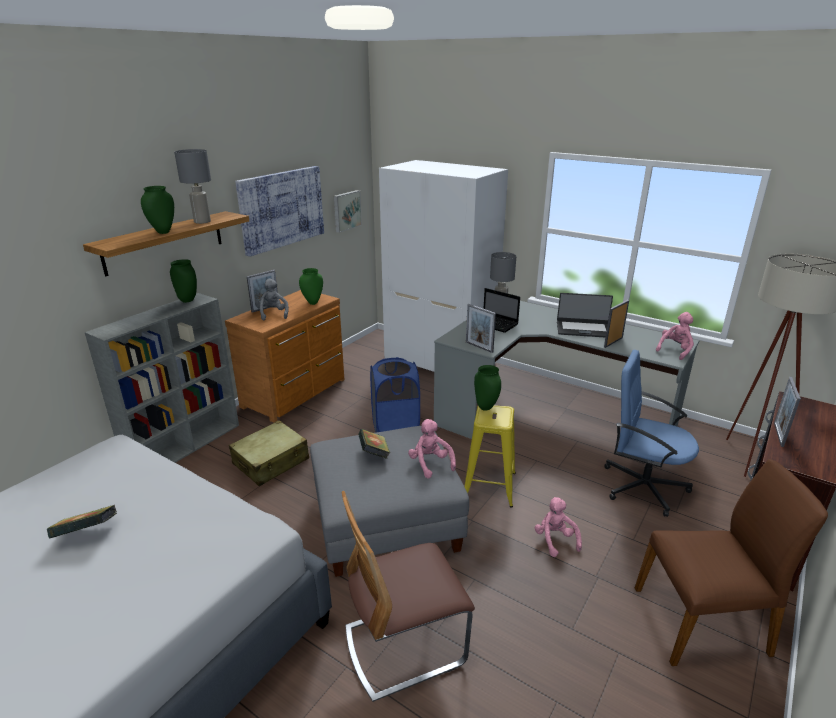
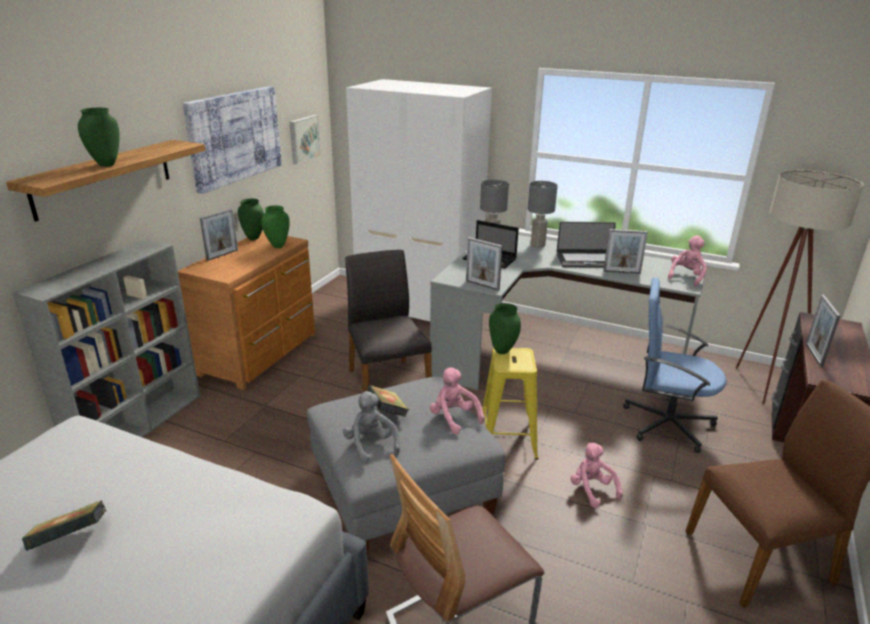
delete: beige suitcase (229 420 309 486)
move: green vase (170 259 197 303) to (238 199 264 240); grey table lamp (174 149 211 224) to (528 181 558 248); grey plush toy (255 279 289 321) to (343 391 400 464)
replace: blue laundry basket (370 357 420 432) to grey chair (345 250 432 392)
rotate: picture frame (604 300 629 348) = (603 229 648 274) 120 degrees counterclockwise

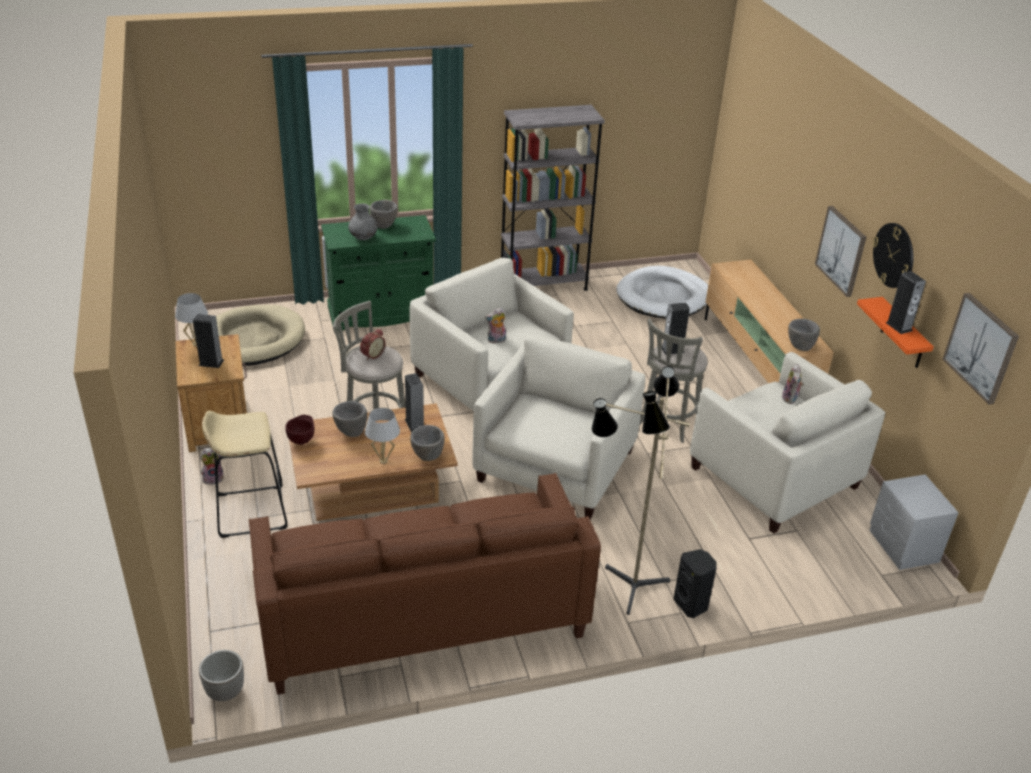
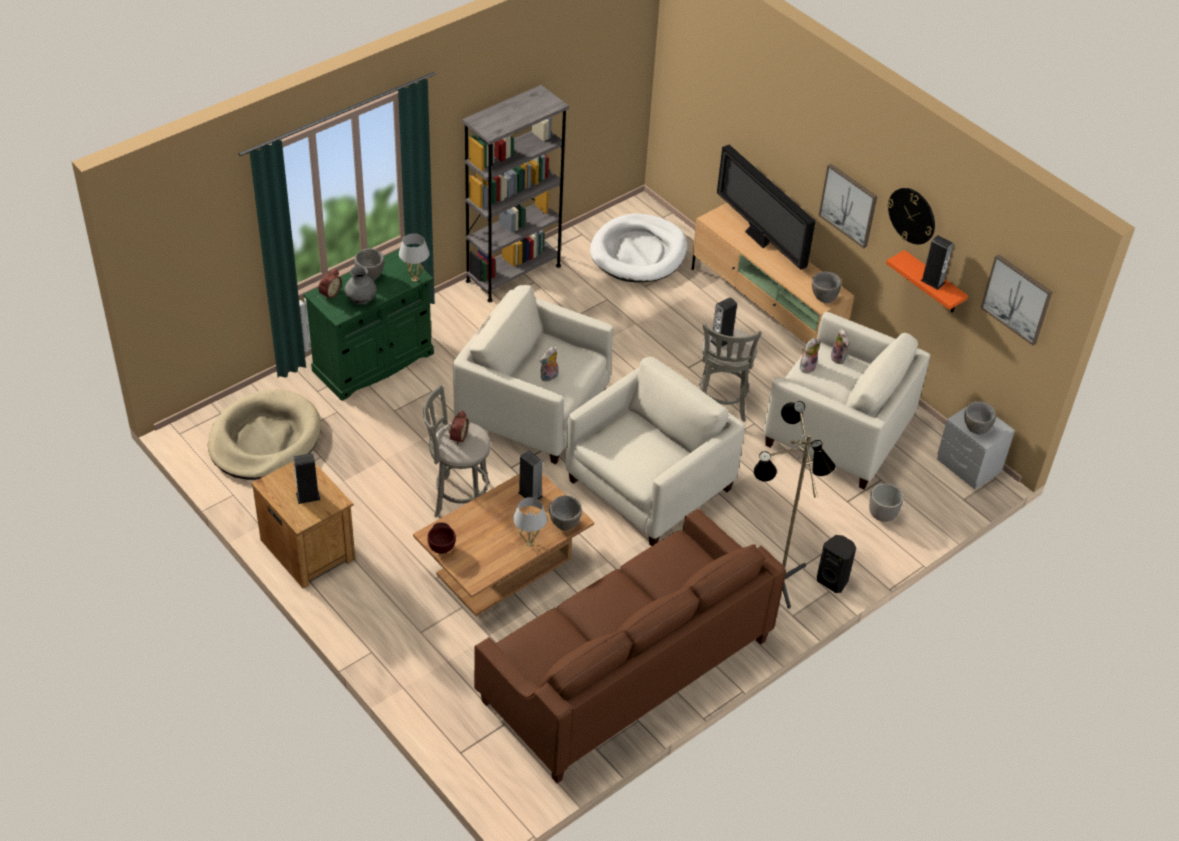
delete: beige stool (202 411 288 538)
insert: alarm clock (319 269 342 300); television (717 145 816 270)
move: white table lamp (175 293 208 346) to (399 233 429 282); planter (199 650 244 701) to (869 483 904 522); plush toy (200 447 224 485) to (800 338 821 373); grey bowl (332 401 367 437) to (964 401 996 435)
rotate: beige armchair (472 334 645 519) = (566 357 745 546) 45 degrees clockwise

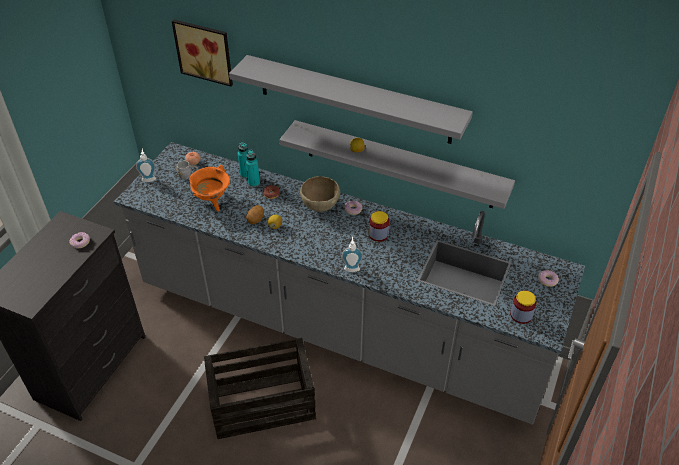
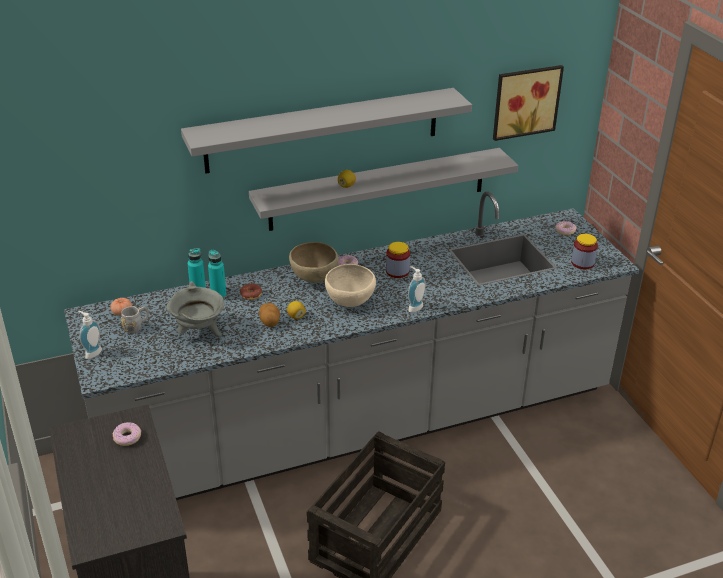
insert: beige bowl (325 264 376 307)
move: picture (172 19 233 87) to (493 65 564 141)
recolor: orange cooking pot (189 165 230 212) to grey cooking pot (167 281 224 337)

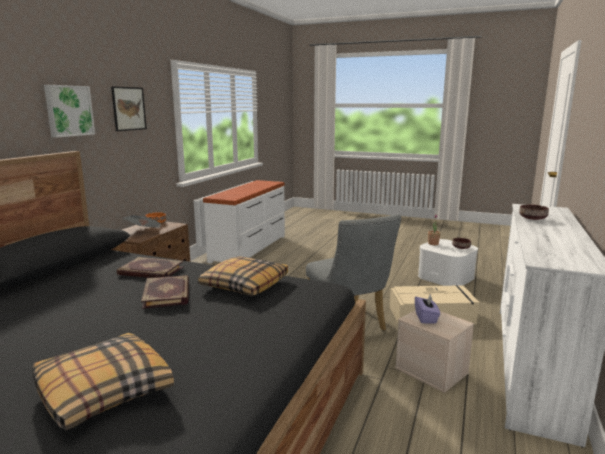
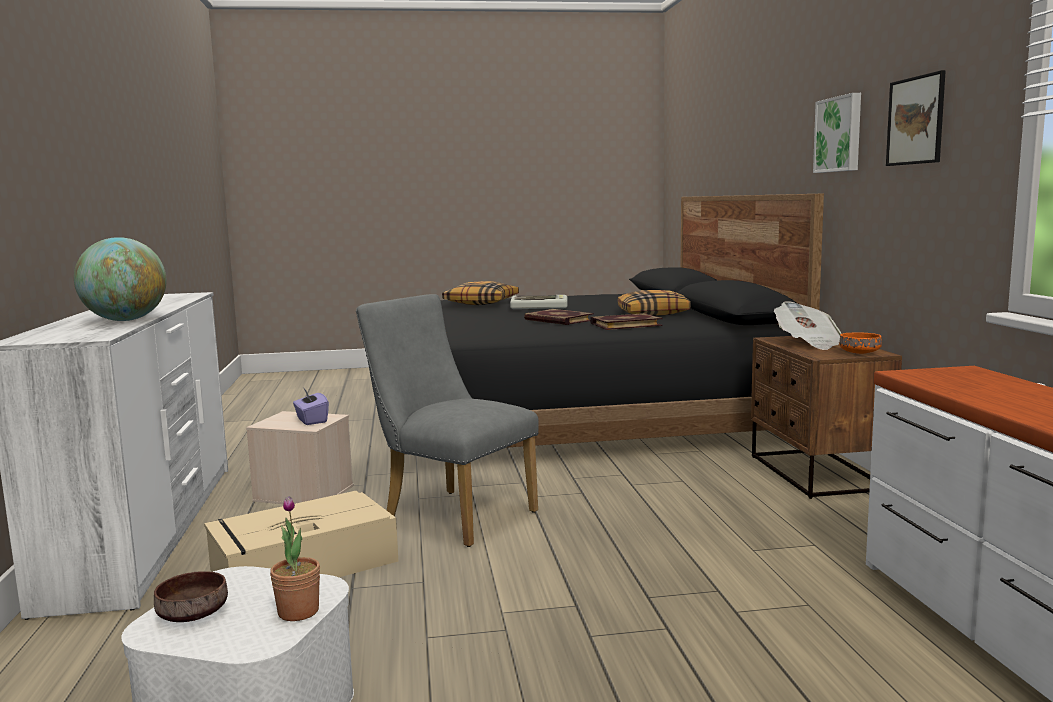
insert: keyboard (510 295 568 309)
move: pillow (198 256 288 296) to (617 290 691 316)
replace: brown bowl (519 205 549 220) to globe (74 237 167 321)

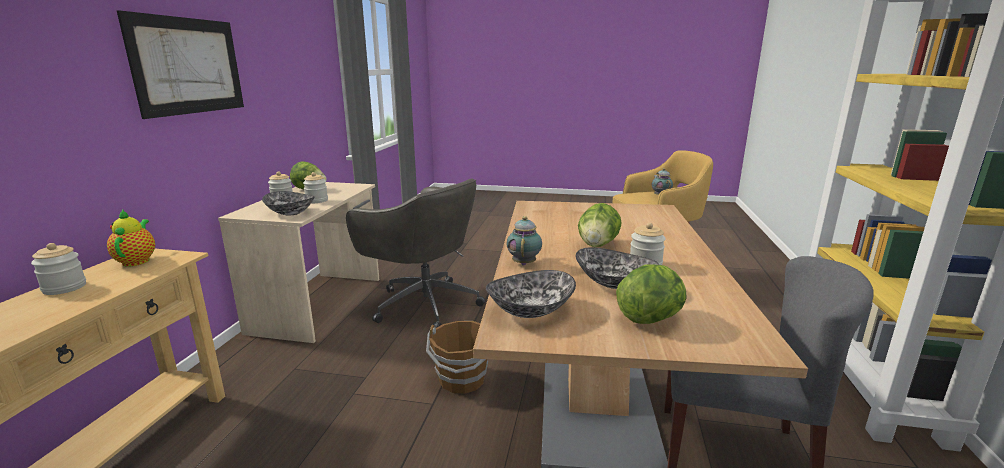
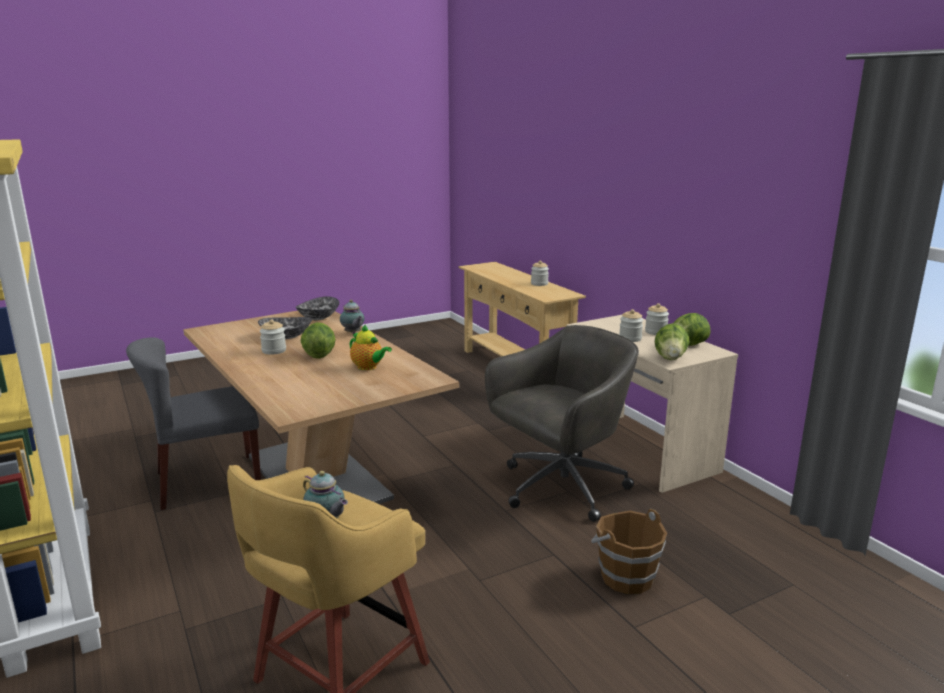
delete: picture (117 10 244 119); bowl (262 191 314 215)
move: teapot (107 210 155 267) to (350 324 392 370); brown bucket (426 321 488 394) to (591 509 667 594); lettuce (616 264 686 324) to (655 323 690 360)
rotate: grey office chair (346 178 485 328) = (485 325 639 522) 150 degrees clockwise

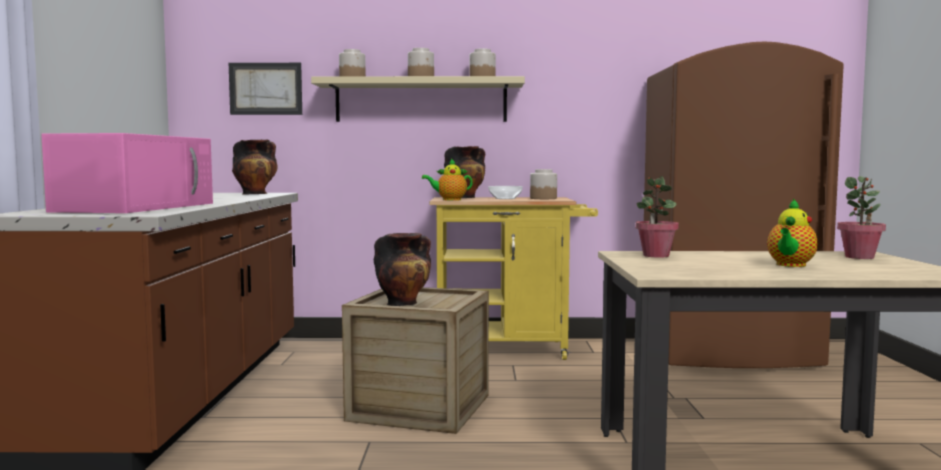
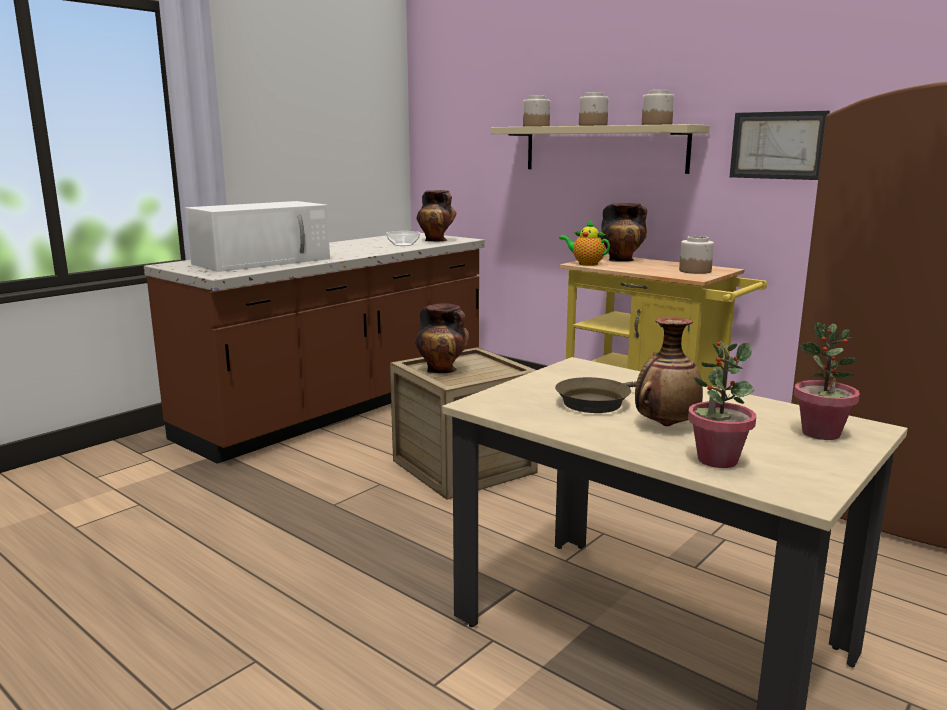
insert: brown frying pan (555 377 637 413)
move: picture (229 63 302 115) to (730 111 830 180); bowl (488 186 523 199) to (386 231 420 246); potted plant (636 176 679 258) to (688 341 756 468)
replace: teapot (767 198 818 267) to vase (635 317 703 426)
recolor: pink microwave (41 133 213 213) to white microwave (185 201 330 272)

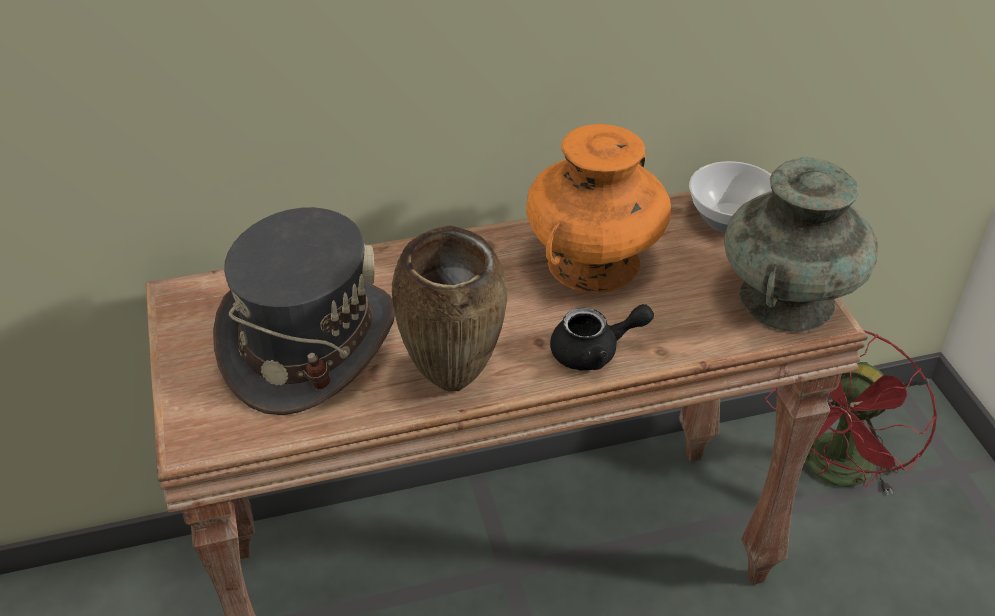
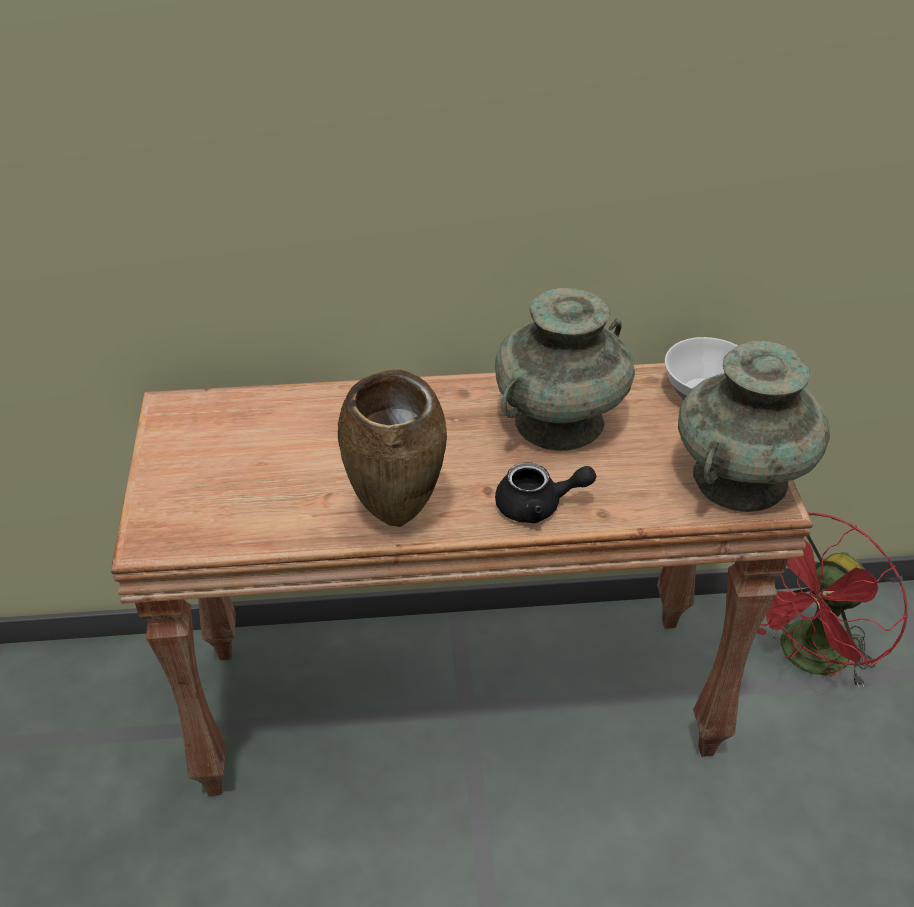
delete: grey hat (213 207 395 415)
recolor: orange vase (526 124 671 293) to turquoise vase (495 288 635 451)

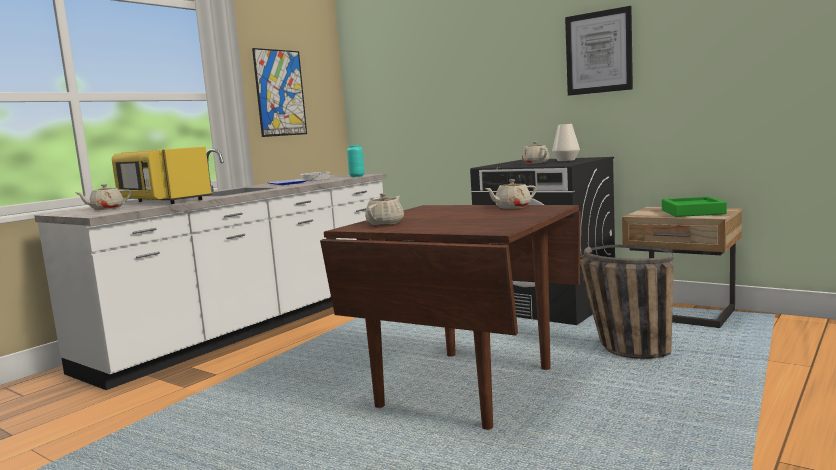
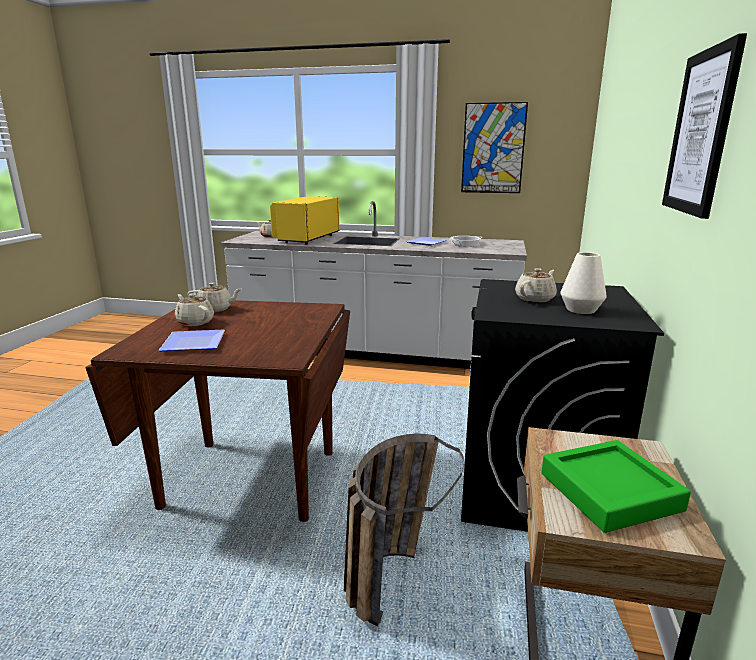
delete: turquoise vase (347 145 365 177)
insert: plate (158 330 225 351)
move: beige teapot (484 179 537 209) to (175 294 214 326)

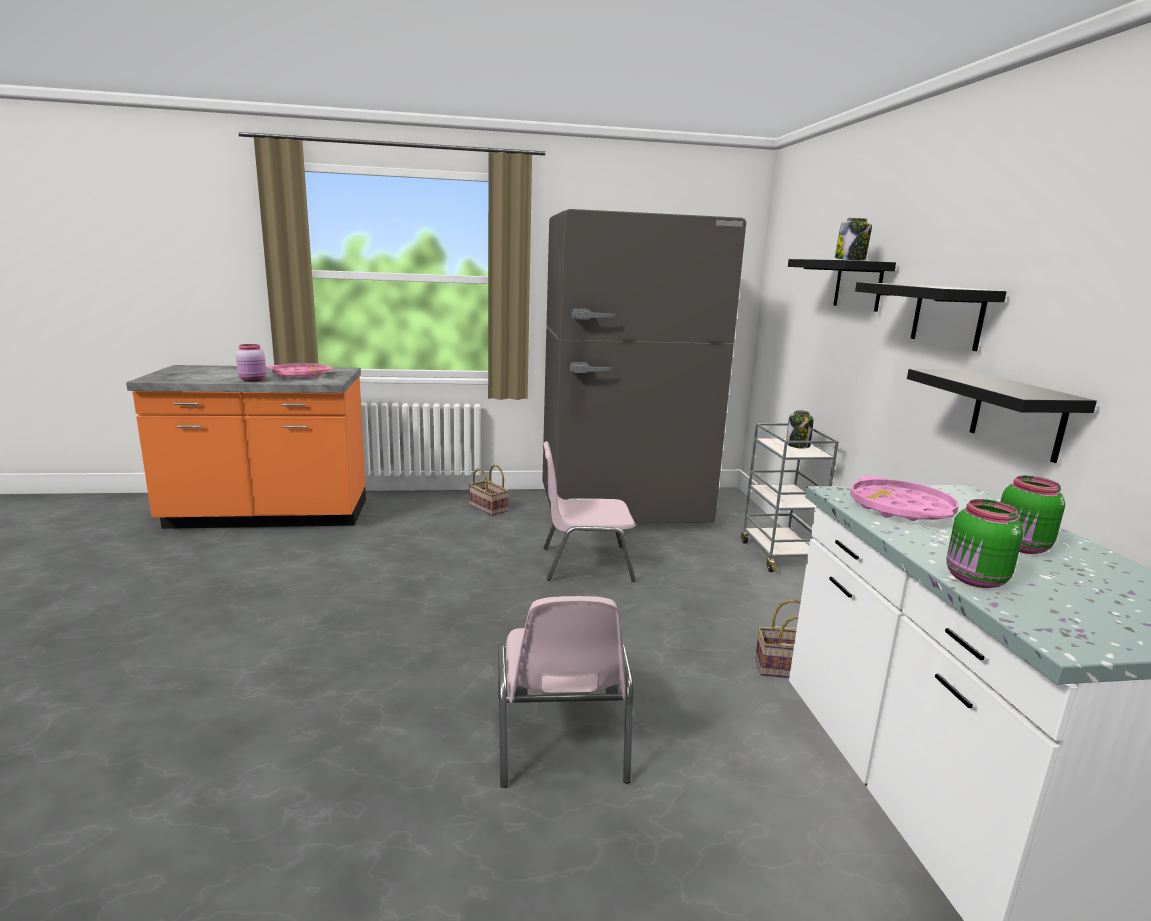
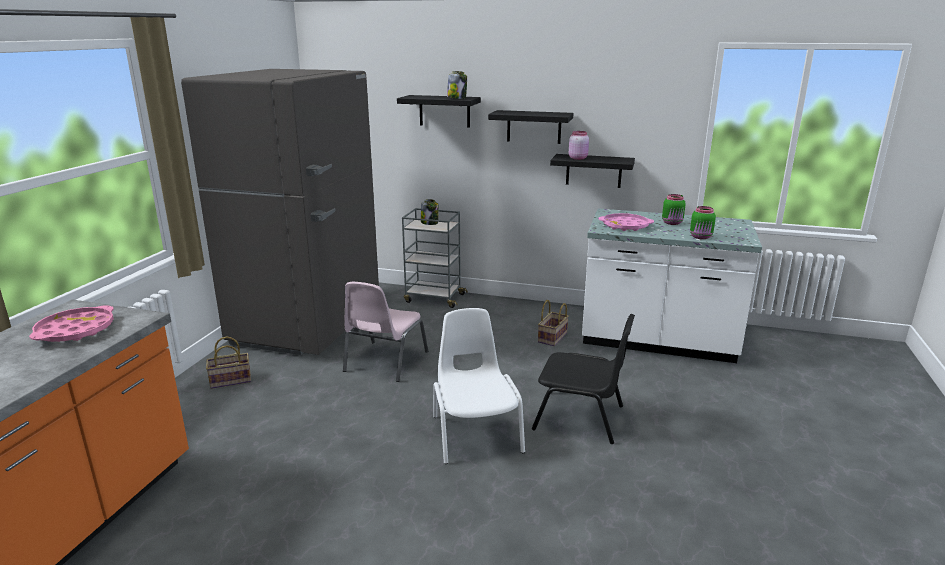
insert: white chair (433 308 525 464)
move: pink jar (236 344 266 382) to (569 131 589 160)
recolor: pink chair (498 596 633 788) to black chair (532 314 635 444)

